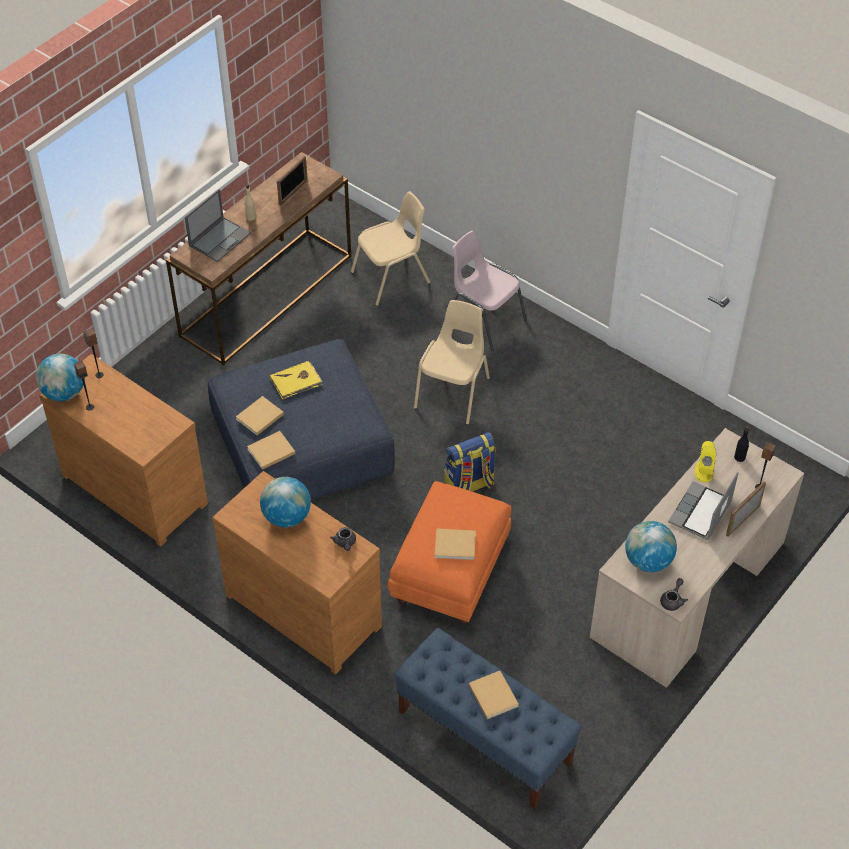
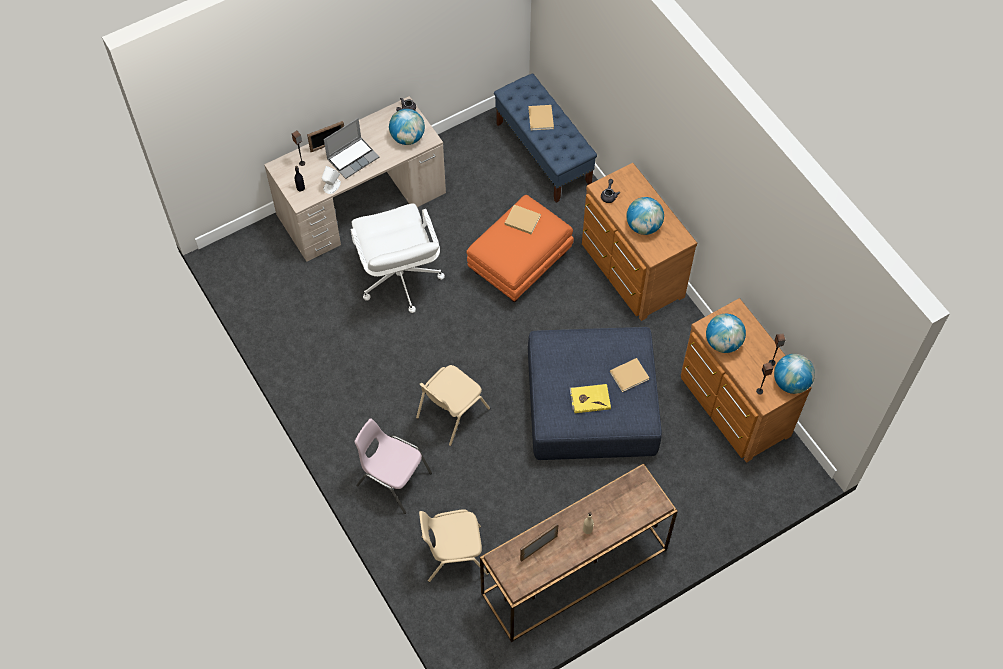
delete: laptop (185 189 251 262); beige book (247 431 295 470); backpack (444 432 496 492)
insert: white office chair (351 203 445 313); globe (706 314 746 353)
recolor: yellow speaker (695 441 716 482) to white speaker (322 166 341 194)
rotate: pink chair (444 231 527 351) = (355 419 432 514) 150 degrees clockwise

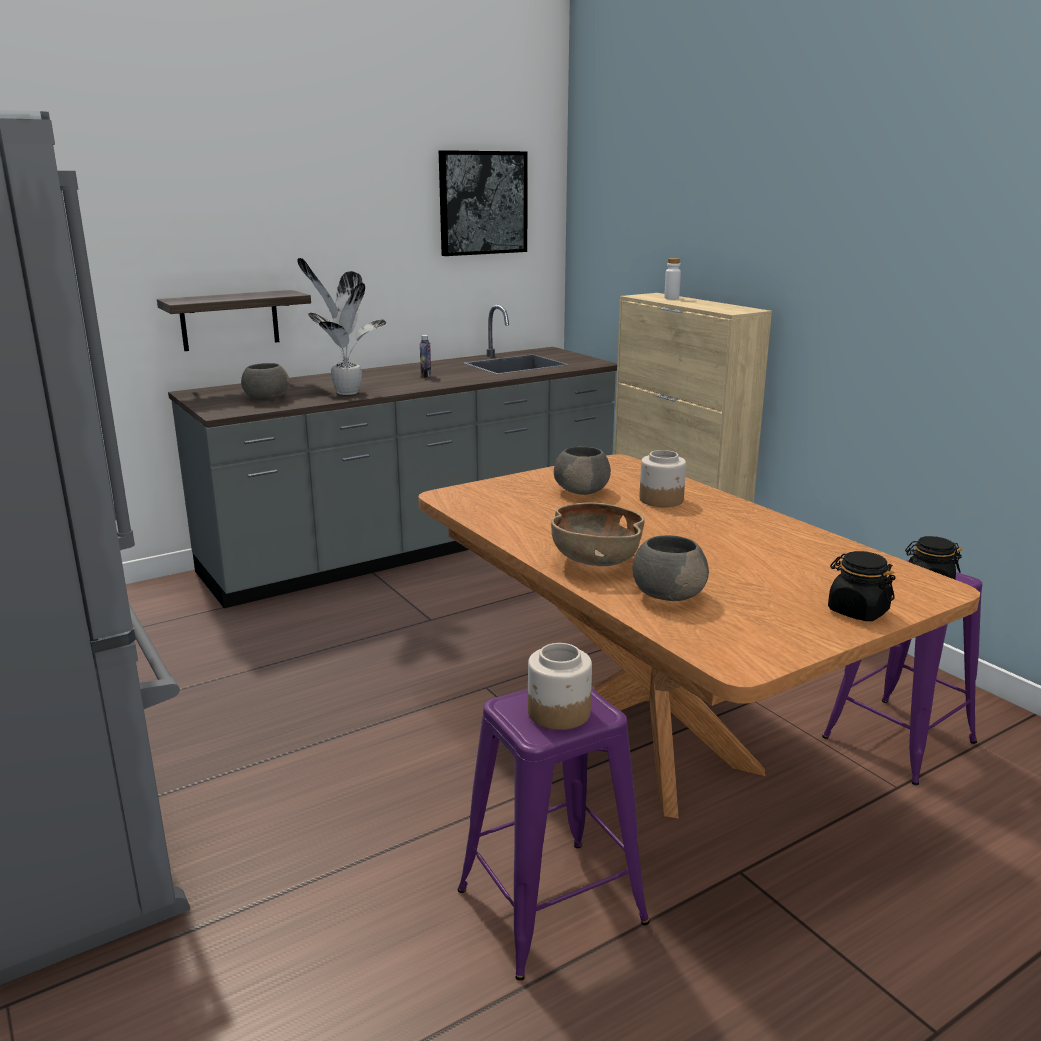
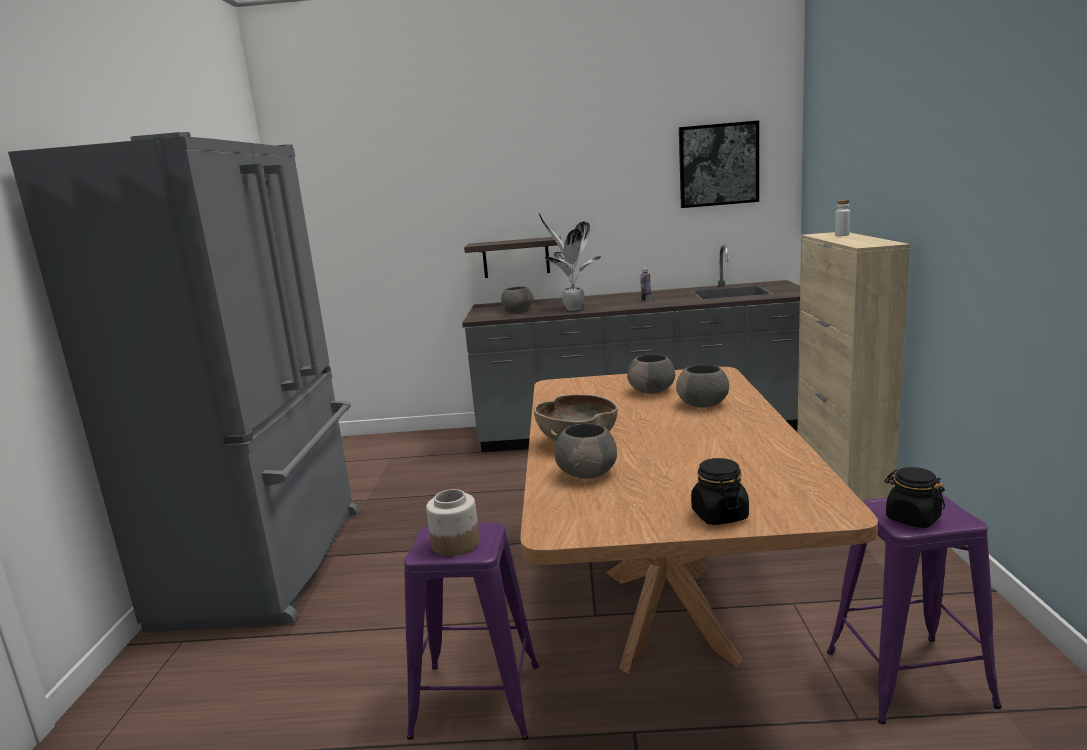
replace: jar (640 450 686 507) to grey bowl (676 365 729 407)

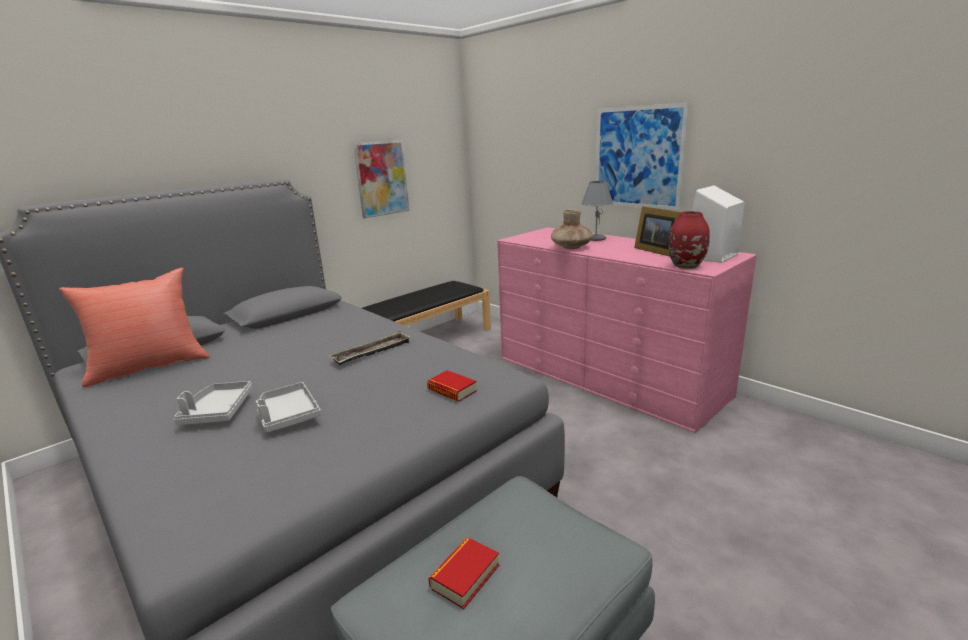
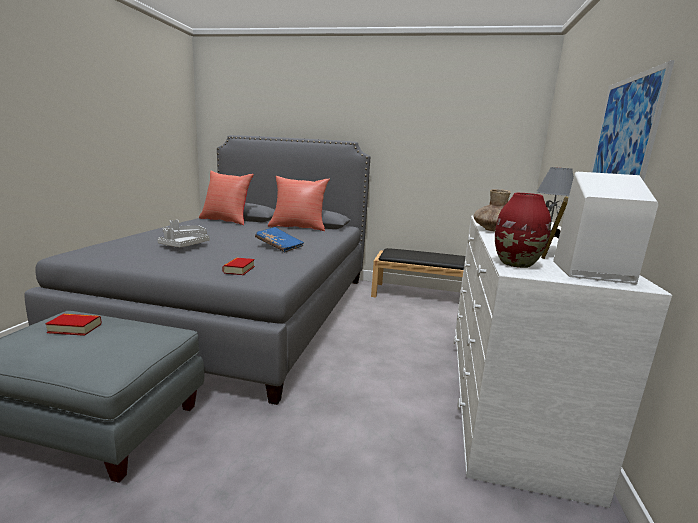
delete: picture (353 140 409 219)
insert: red pillow (268 176 330 231)
replace: tray (329 331 411 365) to blue book (255 227 304 252)
recolor: pink dresser (497 227 757 433) to white dresser (454 216 672 508)

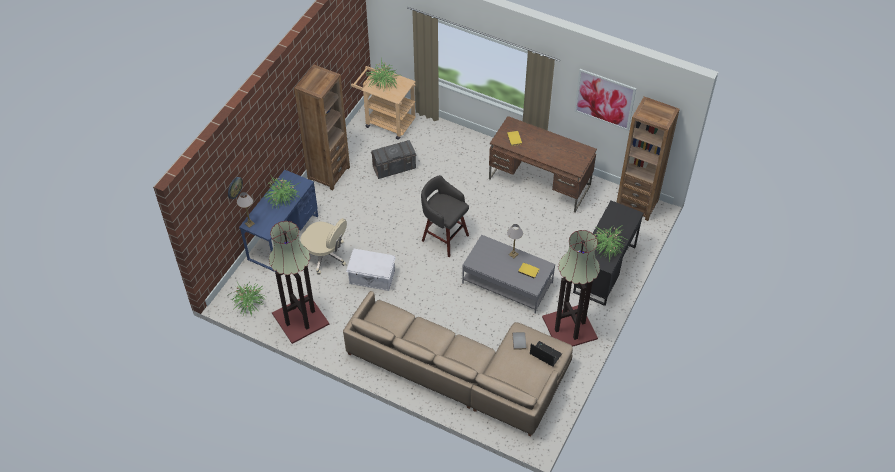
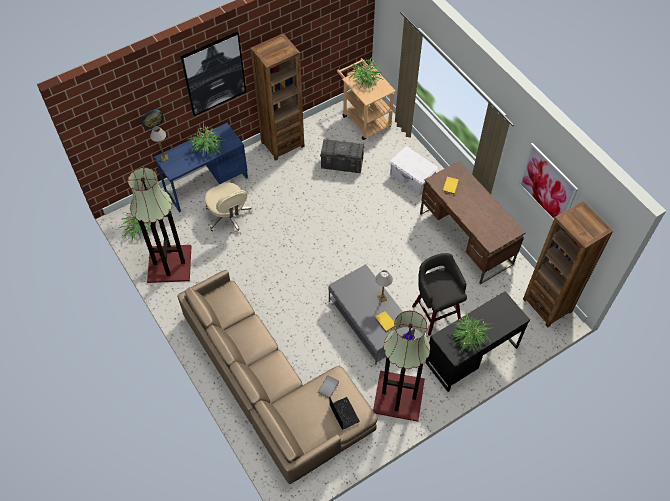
insert: picture (180 32 246 116)
move: white storage box (346 249 396 291) to (389 146 438 196); grey stool (421 175 469 257) to (412 253 467 336)

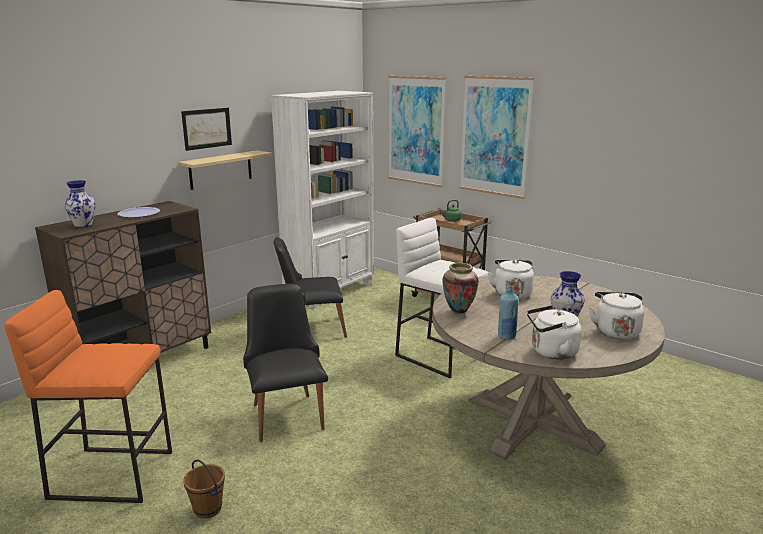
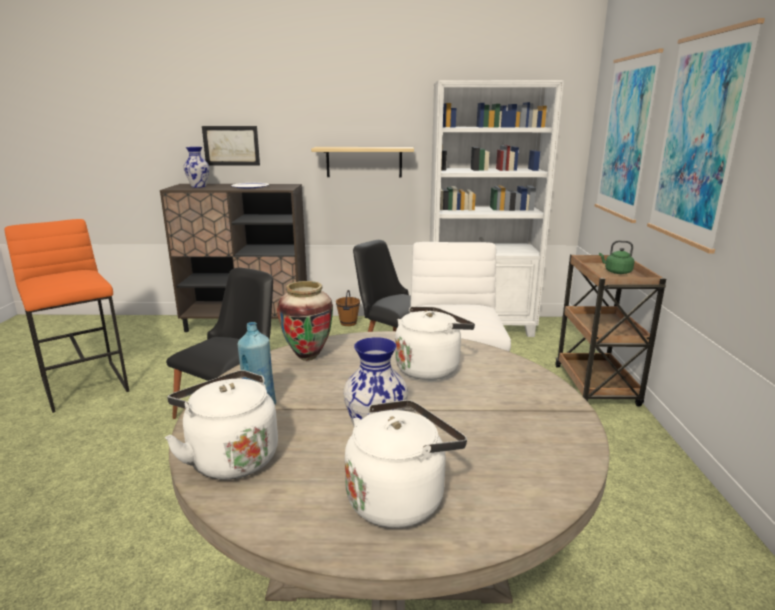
move: picture (181 108 232 151) to (202 126 260 166); brown bucket (183 459 225 519) to (336 290 360 326)

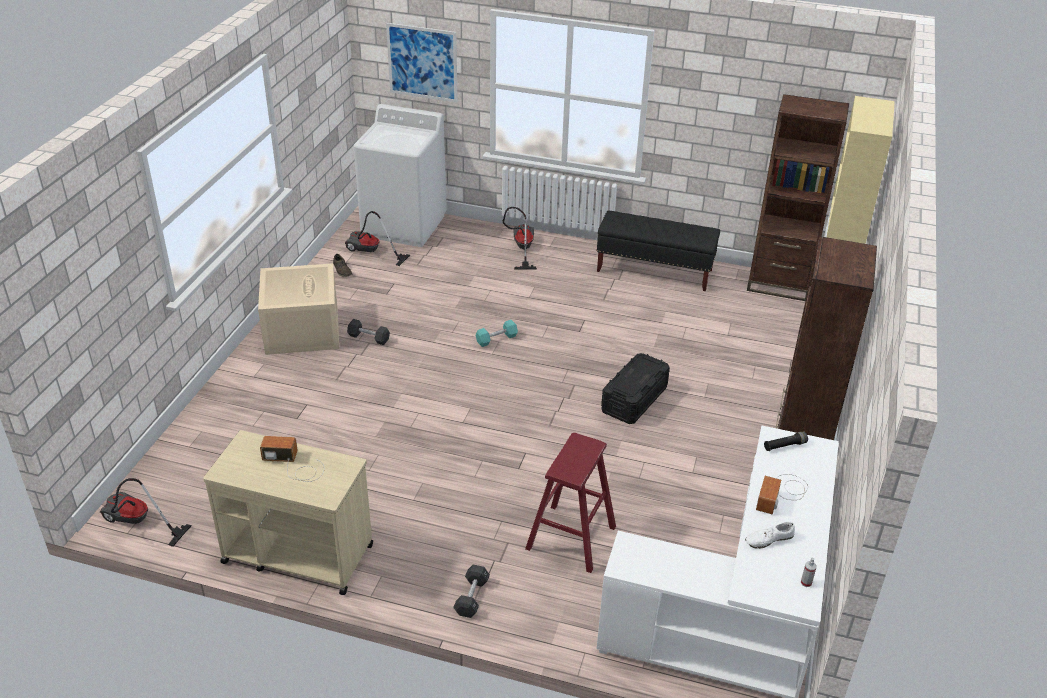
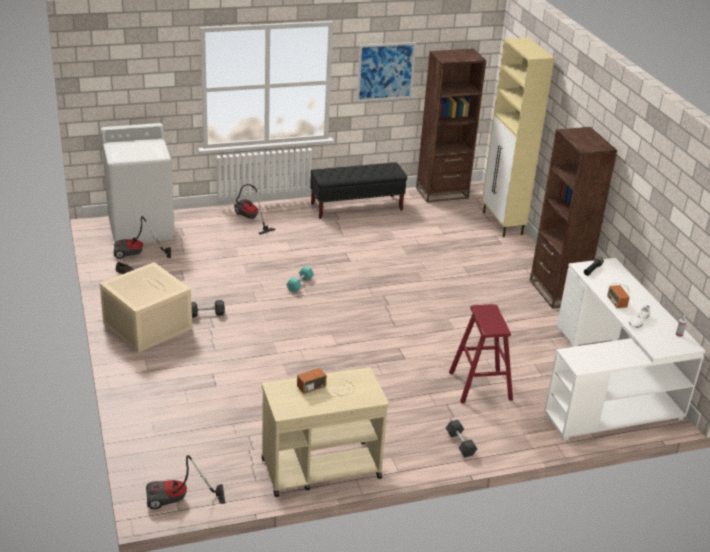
delete: black storage box (601 353 670 424)
move: picture (386 23 458 102) to (356 42 417 102)

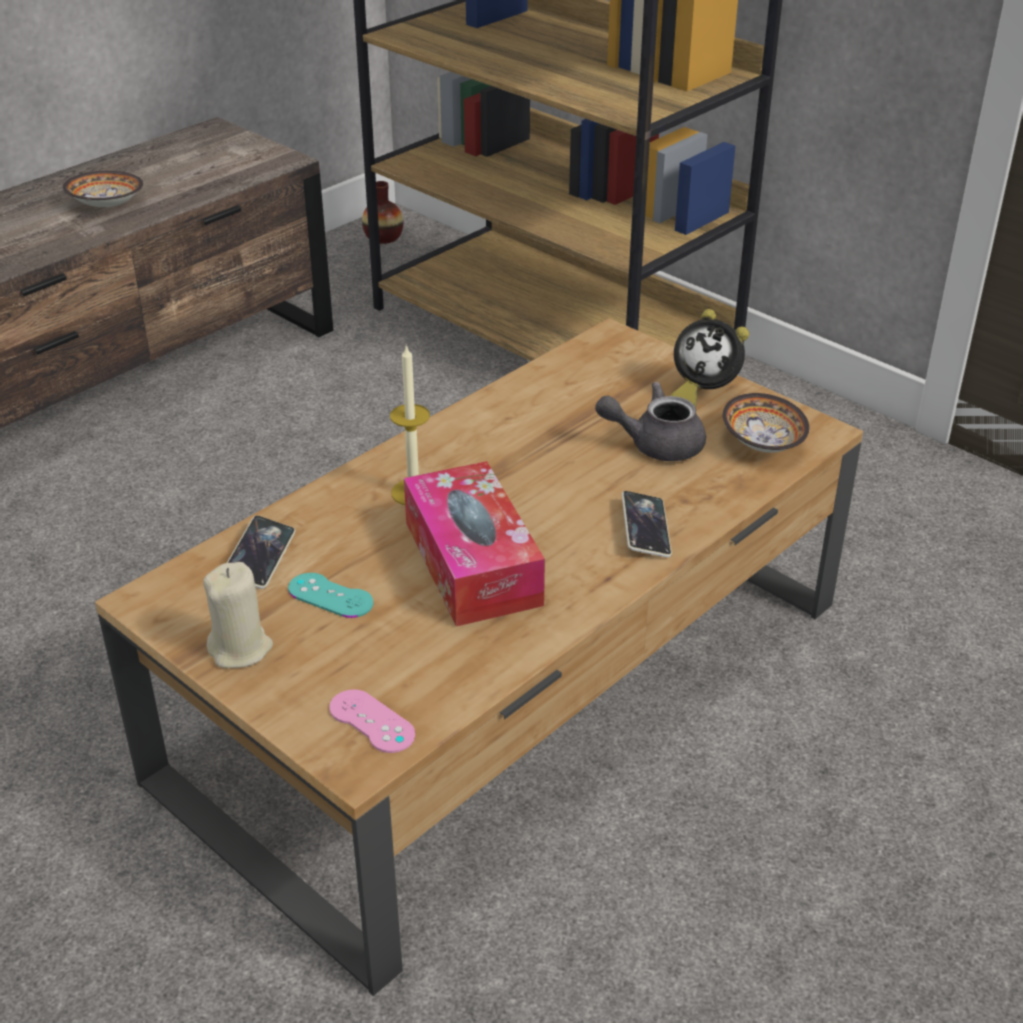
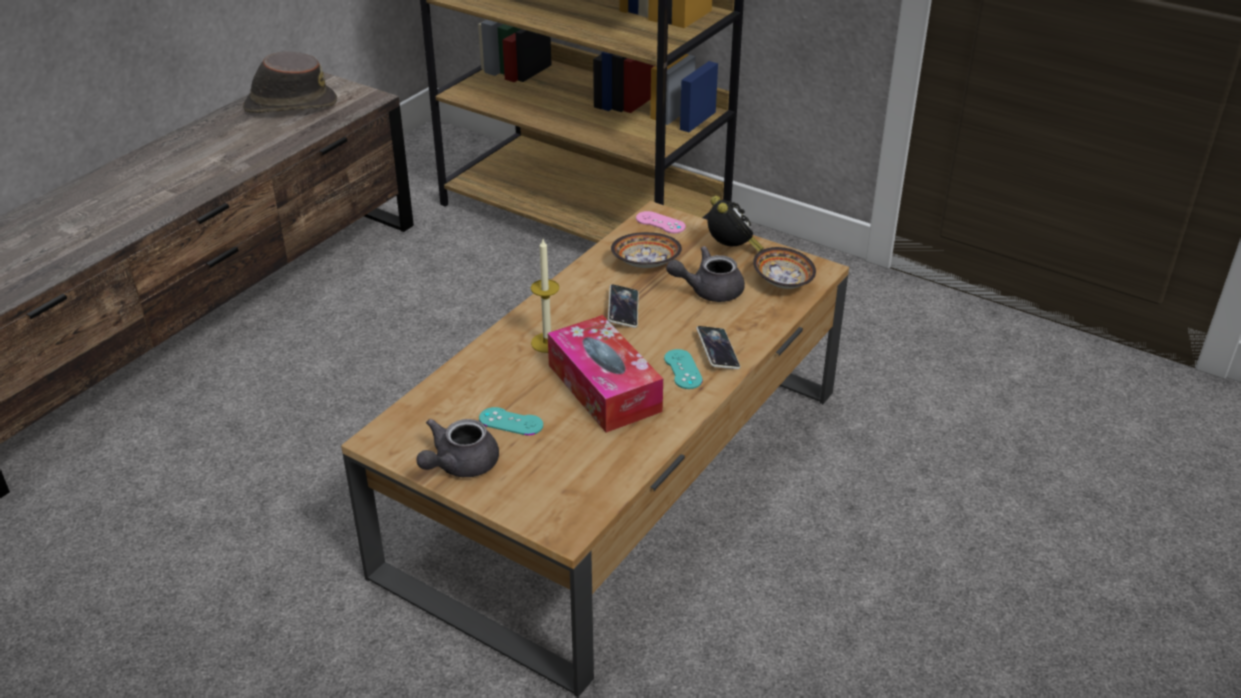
delete: vase (362 181 404 244)
insert: brown hat (243 51 337 113); turquoise game controller (664 349 703 389)
move: bowl (63 171 143 207) to (611 232 682 268); phone (227 516 295 589) to (608 284 639 328); pink game controller (329 689 415 753) to (636 211 686 233)
replace: beige candle (203 562 273 668) to grey teapot (416 419 499 477)
rotate: alarm clock (670 309 749 407) = (708 196 763 252) 120 degrees counterclockwise

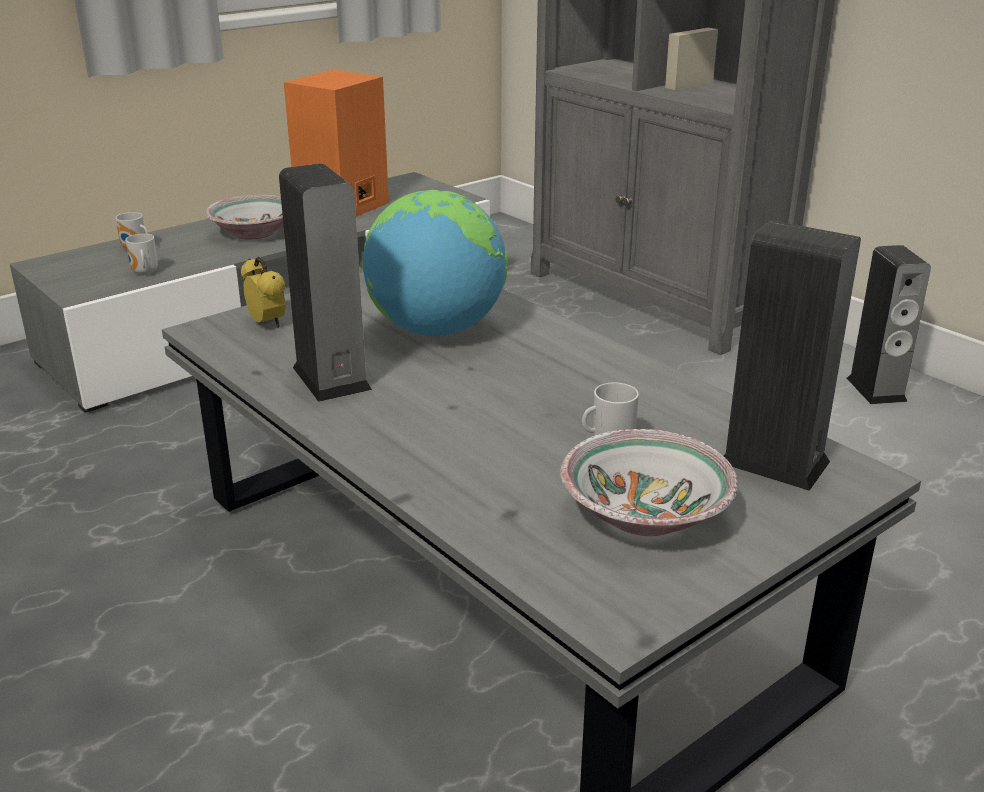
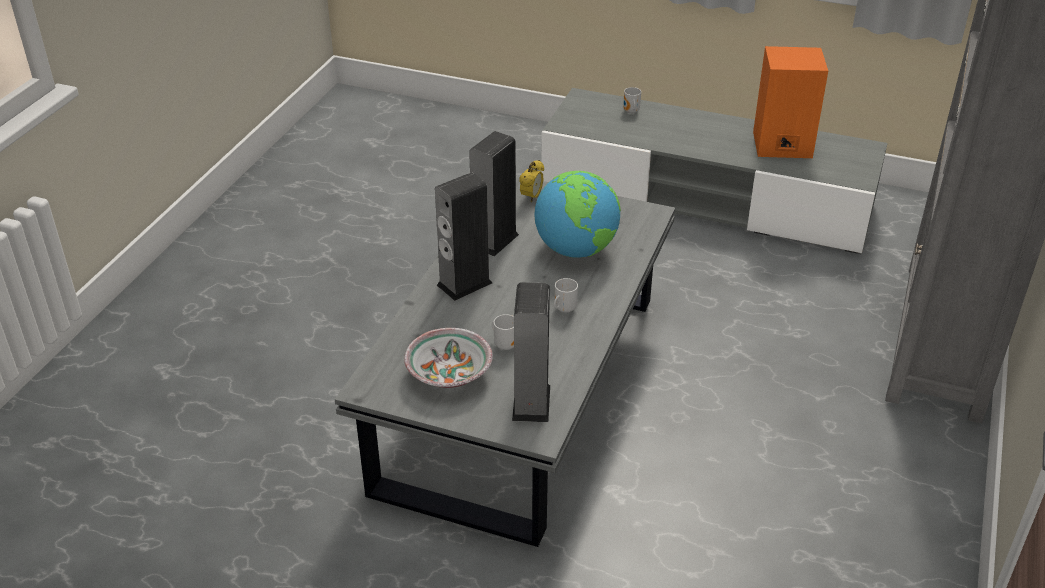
delete: bowl (205 194 283 240)
move: mug (125 234 158 275) to (554 278 578 313); speaker (847 245 931 404) to (435 172 492 301)

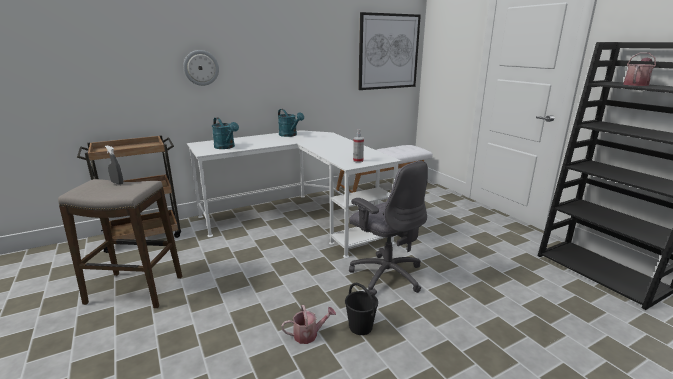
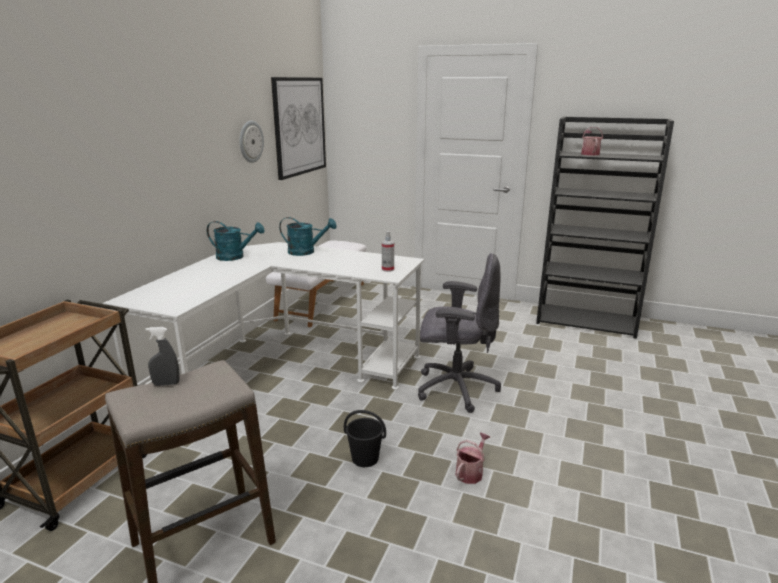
move: wall clock (183 50 219 86) to (240 121 264 163); turquoise watering can (212 117 239 149) to (279 217 337 256); black bucket (345 283 378 335) to (344 410 386 467)

